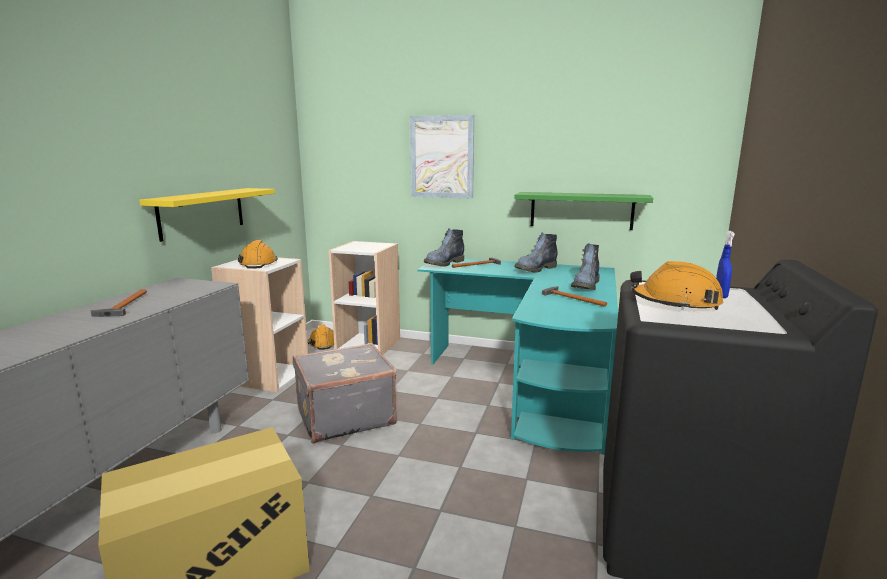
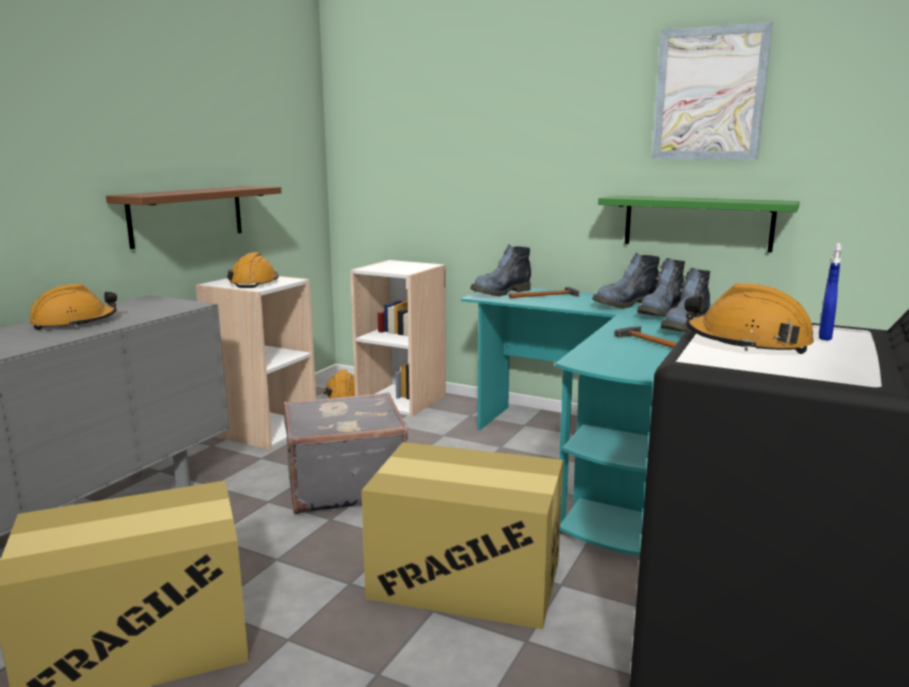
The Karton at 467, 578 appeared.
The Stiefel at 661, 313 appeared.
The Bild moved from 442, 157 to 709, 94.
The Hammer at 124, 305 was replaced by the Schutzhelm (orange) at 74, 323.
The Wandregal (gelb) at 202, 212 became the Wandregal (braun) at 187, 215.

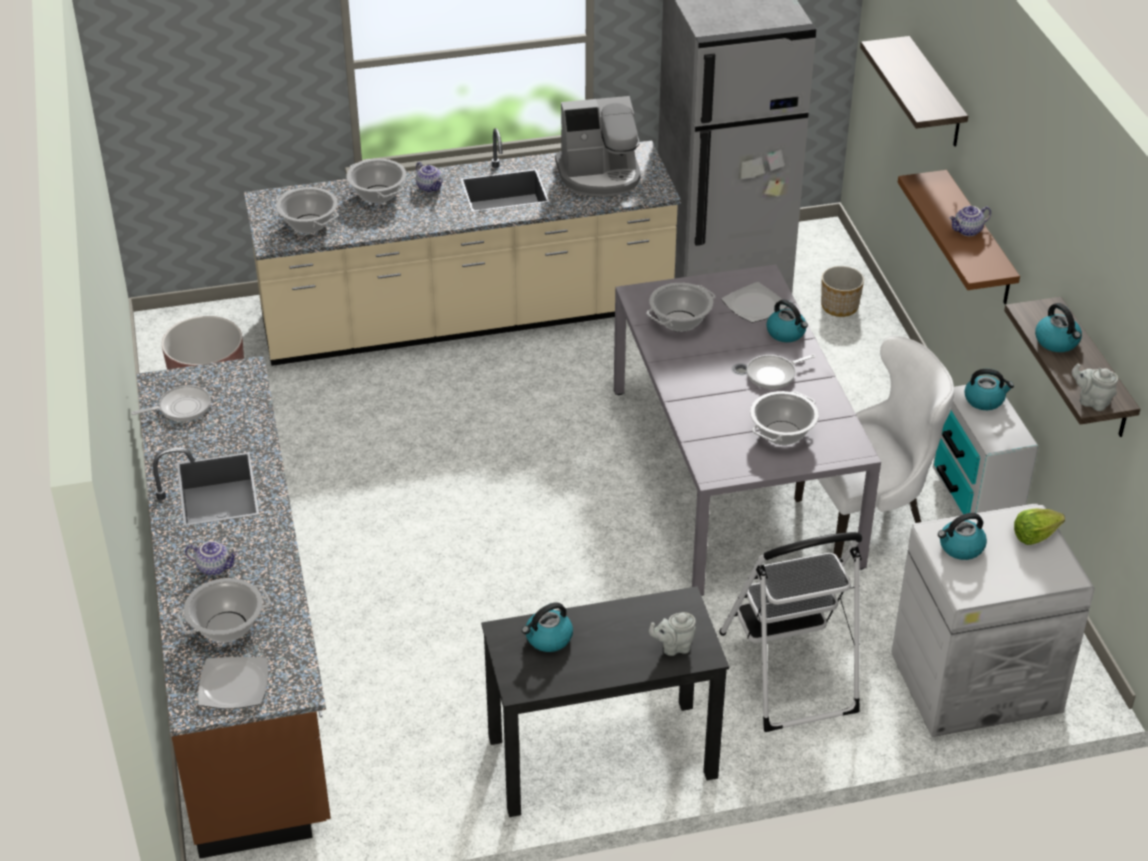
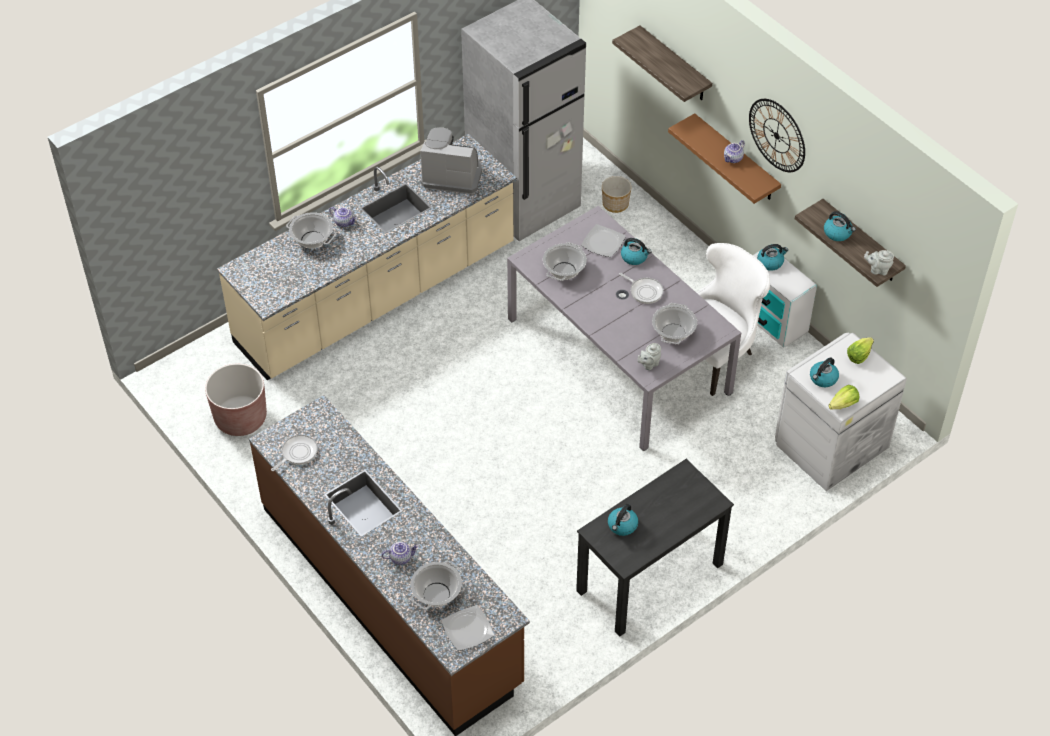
The Kochtopf at 308, 224 disappeared.
The Trittleiter at 788, 675 disappeared.
The Wanduhr at 777, 135 appeared.
The Salatkopf at 843, 404 appeared.
The Teekanne (grau) moved from 673, 647 to 649, 364.
The Kaffeemaschine at 599, 175 turned 135 degrees counterclockwise.
The Pfanne at 774, 374 turned 90 degrees counterclockwise.

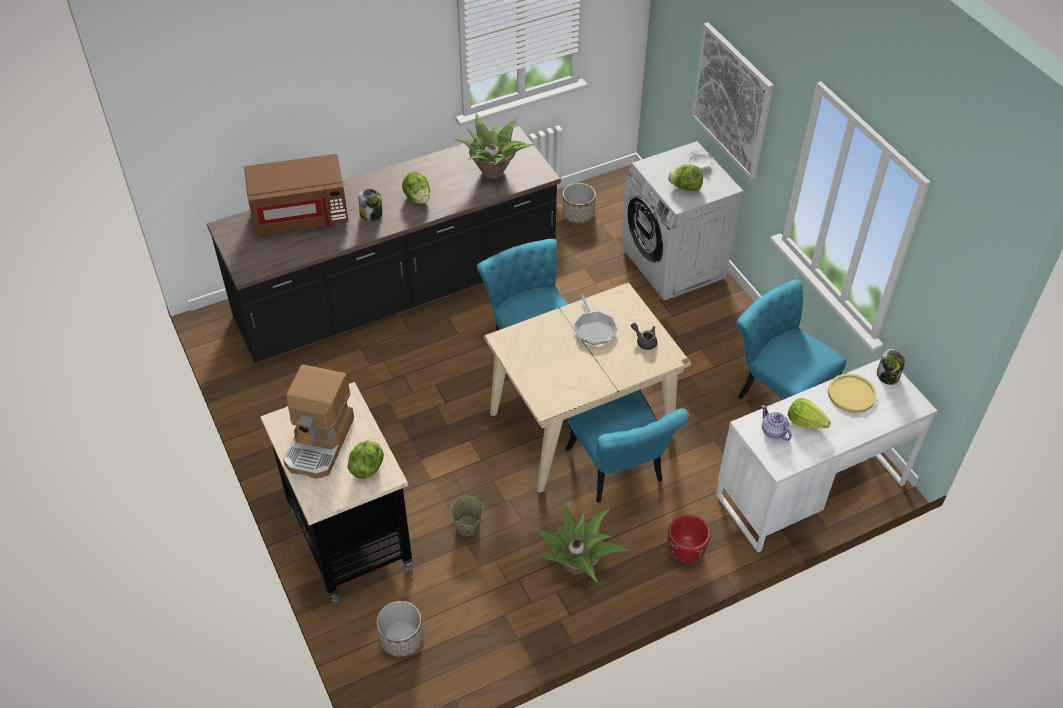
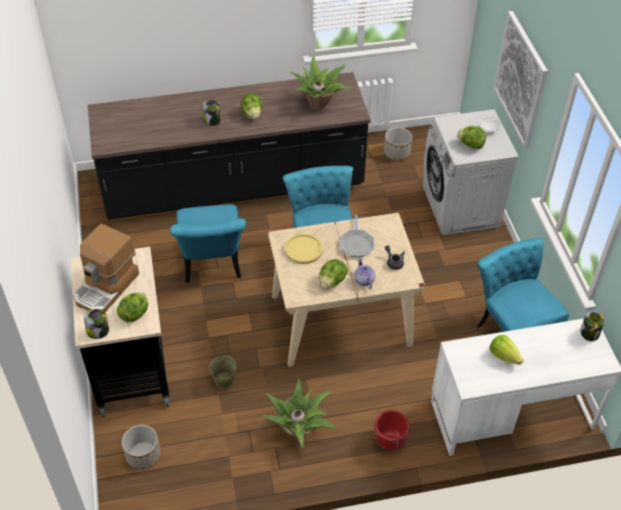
The Mikrowelle (braun) at 301, 215 disappeared.
The Vorratsglas at 98, 331 appeared.
The Salatkopf at 332, 281 appeared.
The Stuhl (türkis) moved from 619, 472 to 212, 266.
The Teekanne moved from 773, 431 to 363, 280.
The Teller (gelb) moved from 851, 394 to 303, 249.

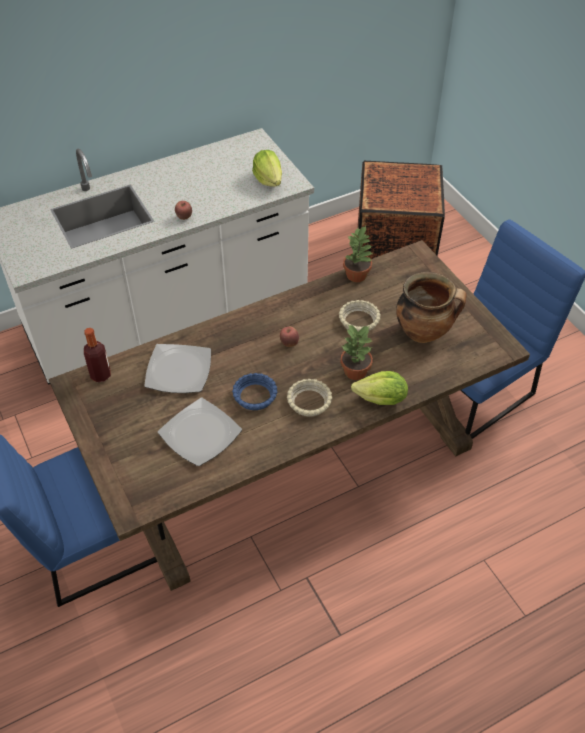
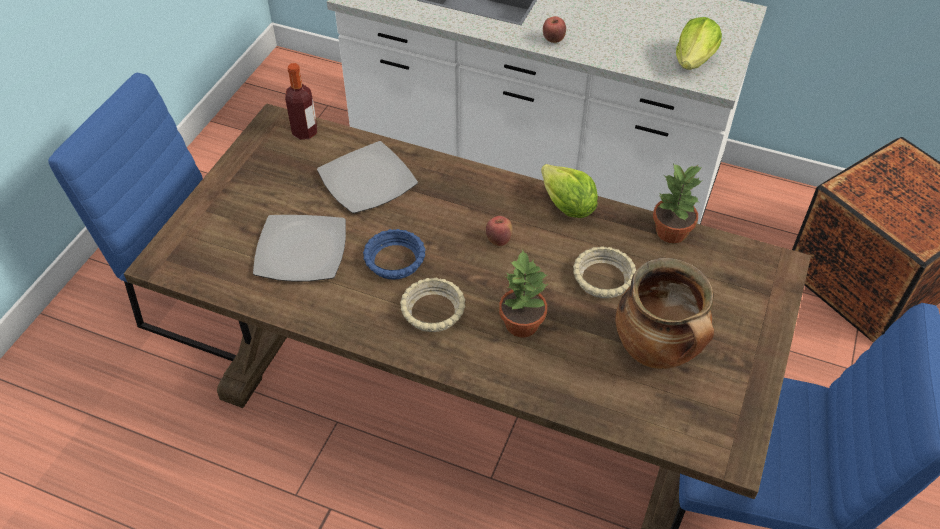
The Salatkopf moved from 381, 400 to 567, 207.

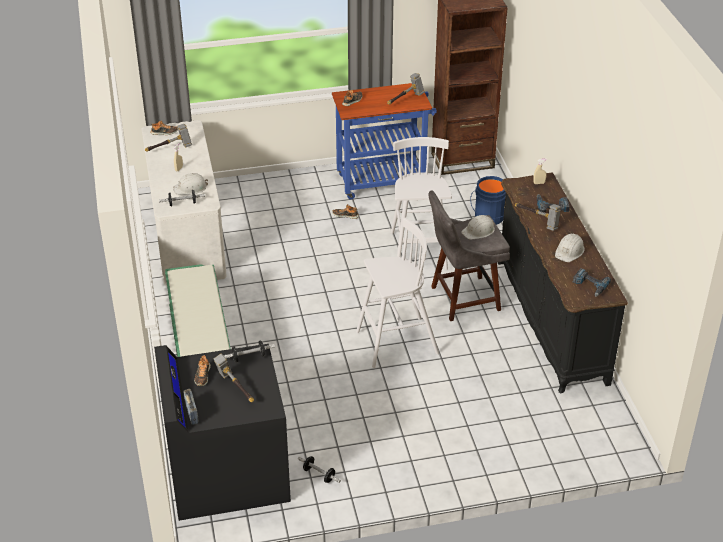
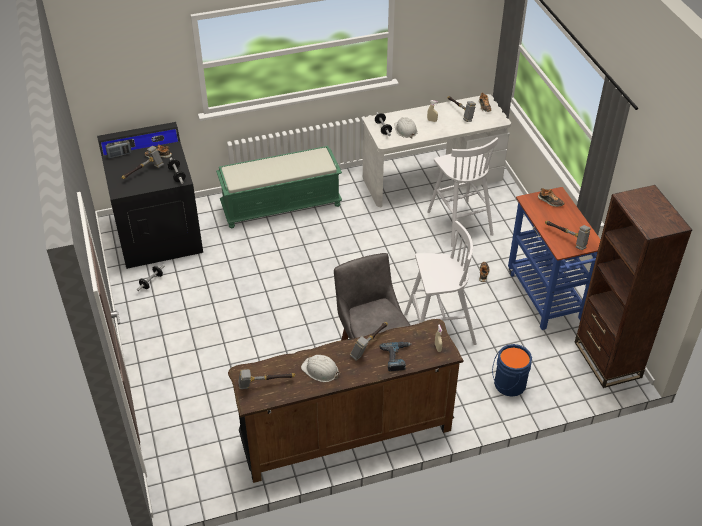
The Schutzhelm (weiß) at 478, 231 disappeared.
The Hocker (weiß) moved from 395, 343 to 459, 222.
The Bohrmaschine at 589, 285 was replaced by the Hammer at 265, 384.

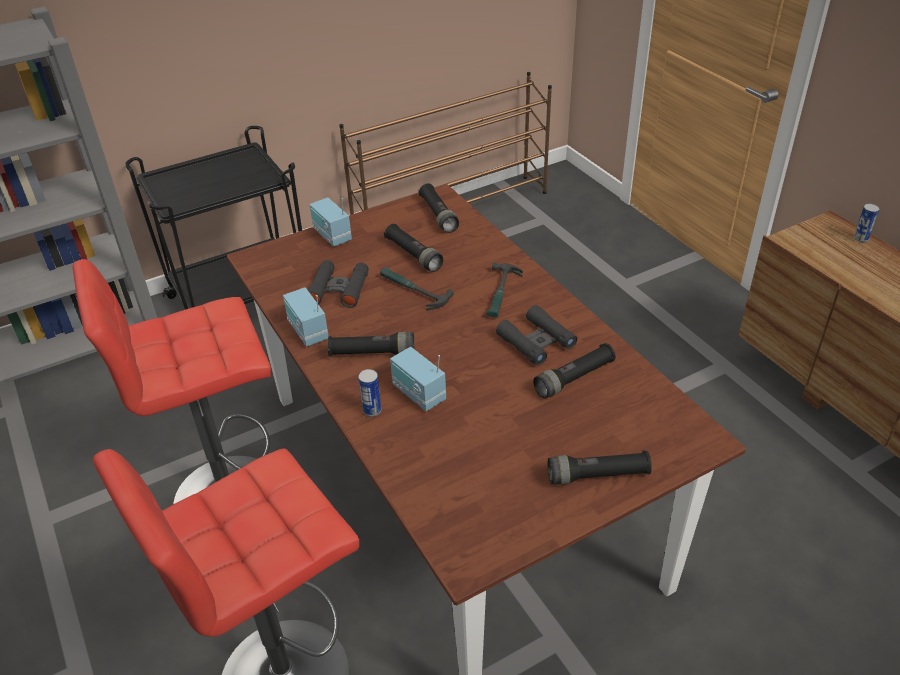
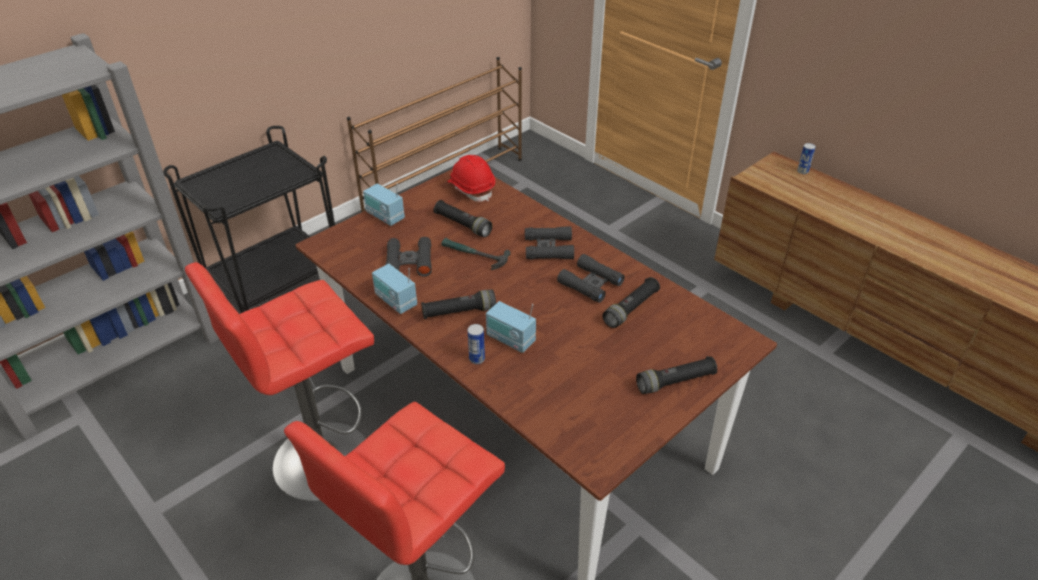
The Taschenlampe (schwarz) at 438, 215 was replaced by the Schutzhelm (rot) at 471, 188.
The Hammer at 501, 293 was replaced by the Fernglas (schwarz) at 548, 248.

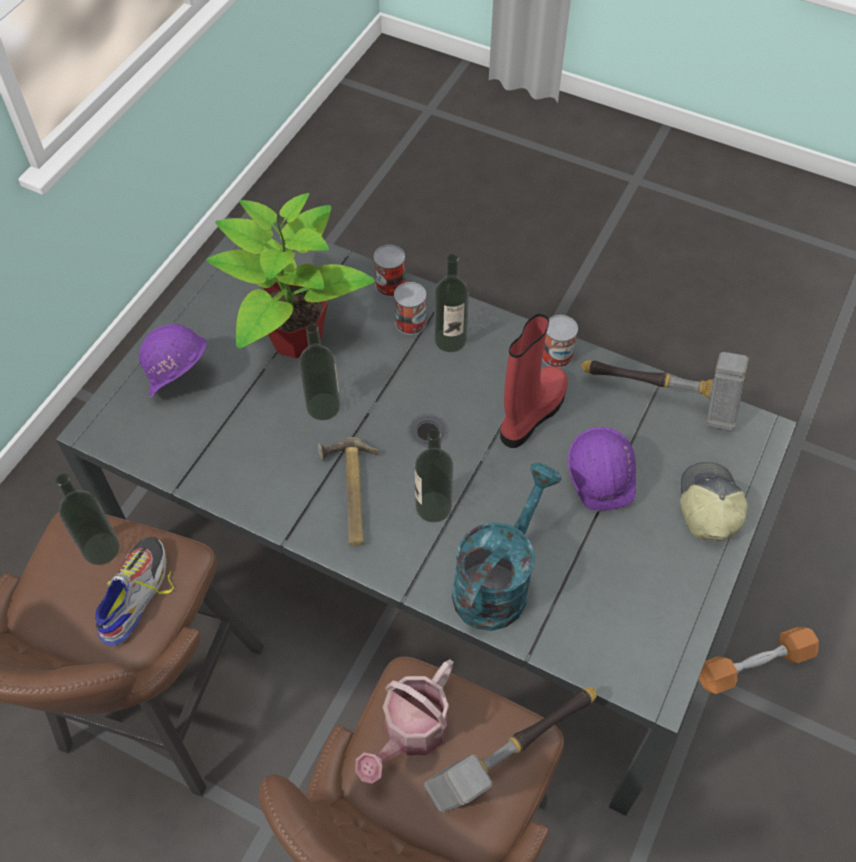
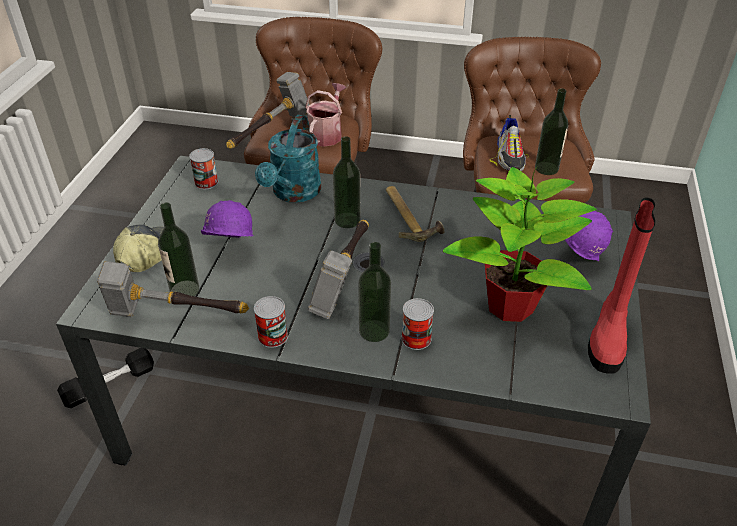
The Hammer at 344, 279 appeared.
The Flasche moved from 323, 406 to 184, 290.
The Dose moved from 390, 285 to 206, 182.
The Stiefel (rot) moved from 531, 414 to 608, 336.
The Hantel (orange) at 754, 665 became the Hantel (schwarz) at 110, 384.
The Kappe at 707, 506 turned 150 degrees counterclockwise.

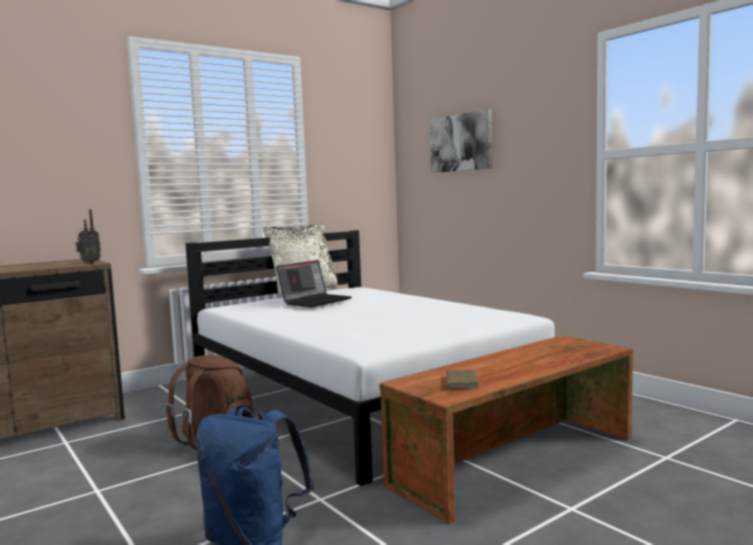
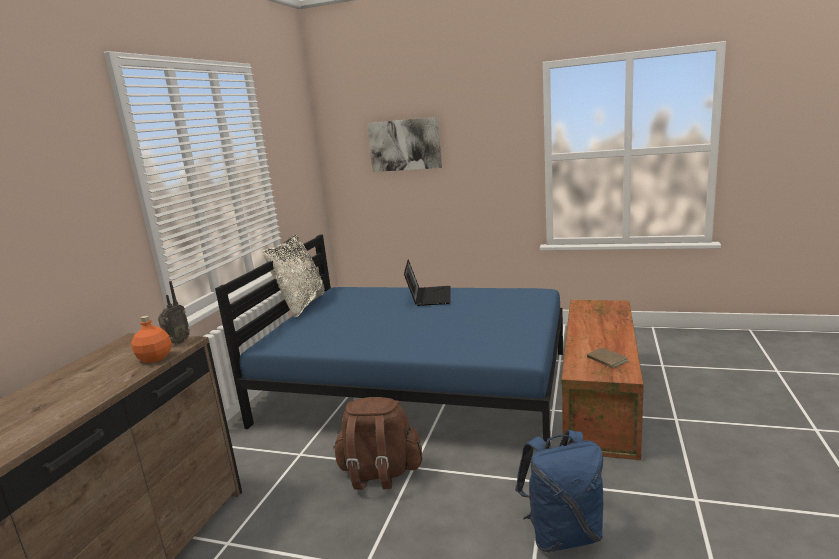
The Flasche (orange) at 155, 358 appeared.
The Laptop moved from 316, 301 to 429, 296.
The Bett (weiß) at 361, 396 became the Bett (blau) at 417, 386.

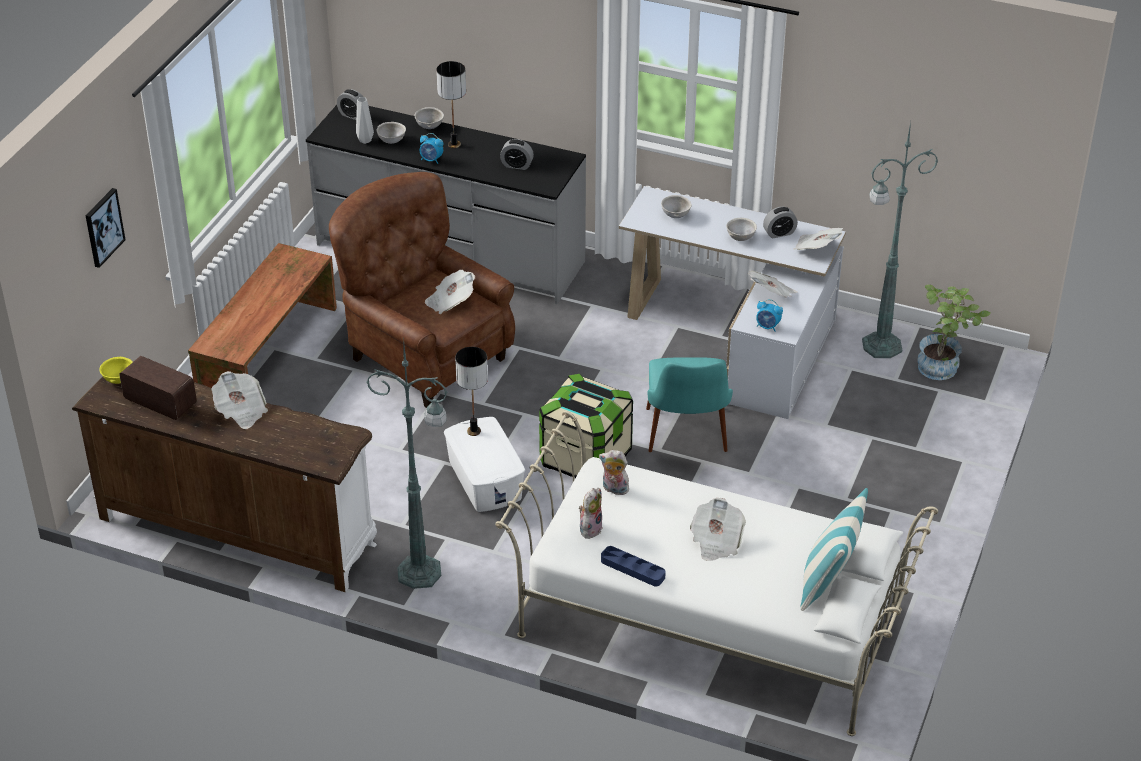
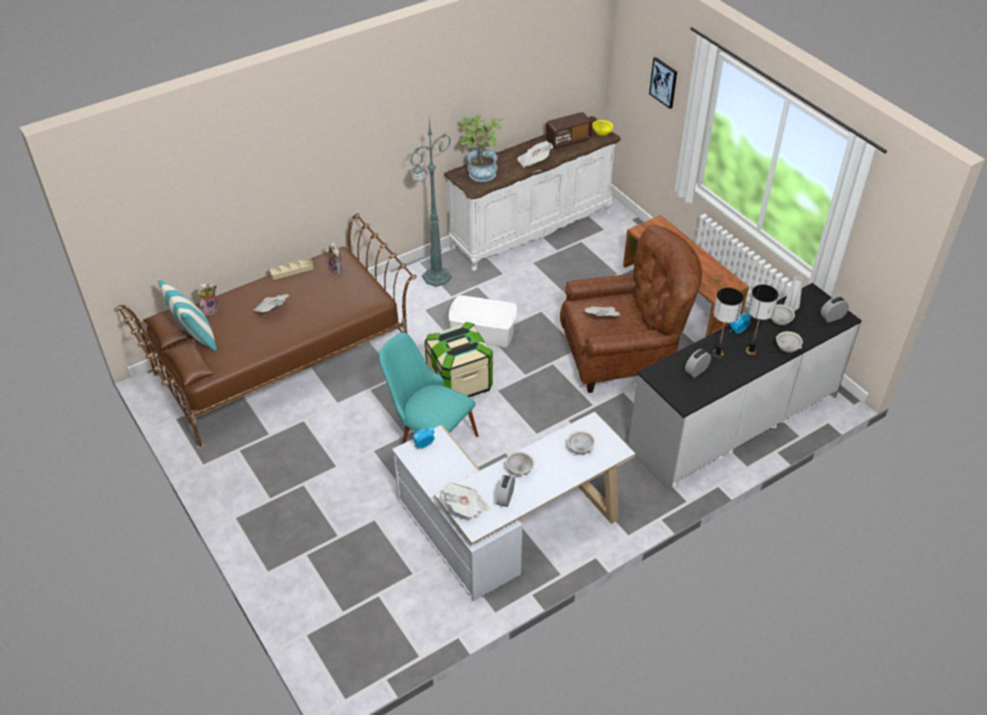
The Zeitung at 772, 295 disappeared.
The Stehlampe (grün) at 879, 346 disappeared.
The Tischlampe moved from 474, 431 to 717, 354.
The Plüschtier moved from 614, 489 to 210, 309.
The Topfpflanze moved from 943, 366 to 480, 176.
The Bett (weiß) at 710, 622 became the Bett (braun) at 283, 364.
The Tablett (blau) at 632, 569 became the Tablett (beige) at 292, 270.

